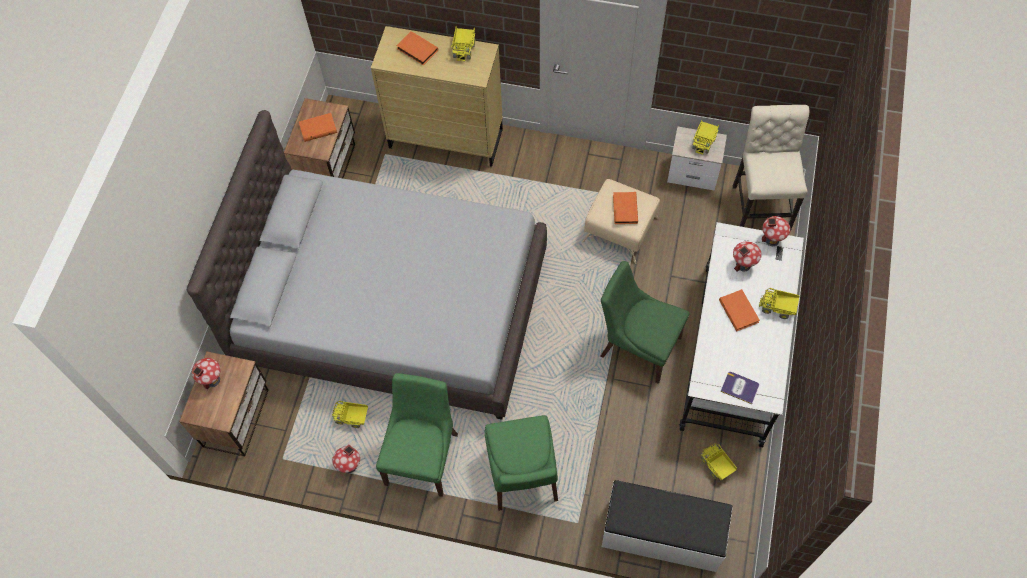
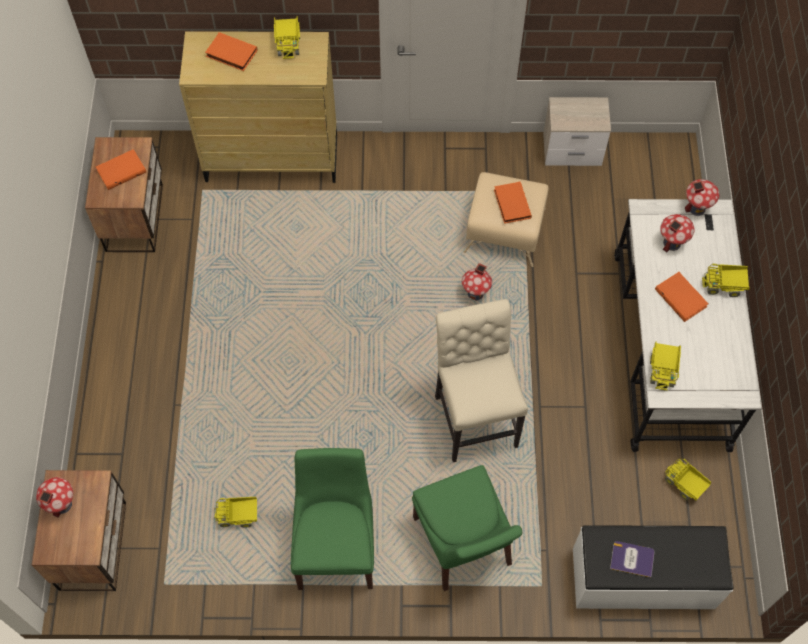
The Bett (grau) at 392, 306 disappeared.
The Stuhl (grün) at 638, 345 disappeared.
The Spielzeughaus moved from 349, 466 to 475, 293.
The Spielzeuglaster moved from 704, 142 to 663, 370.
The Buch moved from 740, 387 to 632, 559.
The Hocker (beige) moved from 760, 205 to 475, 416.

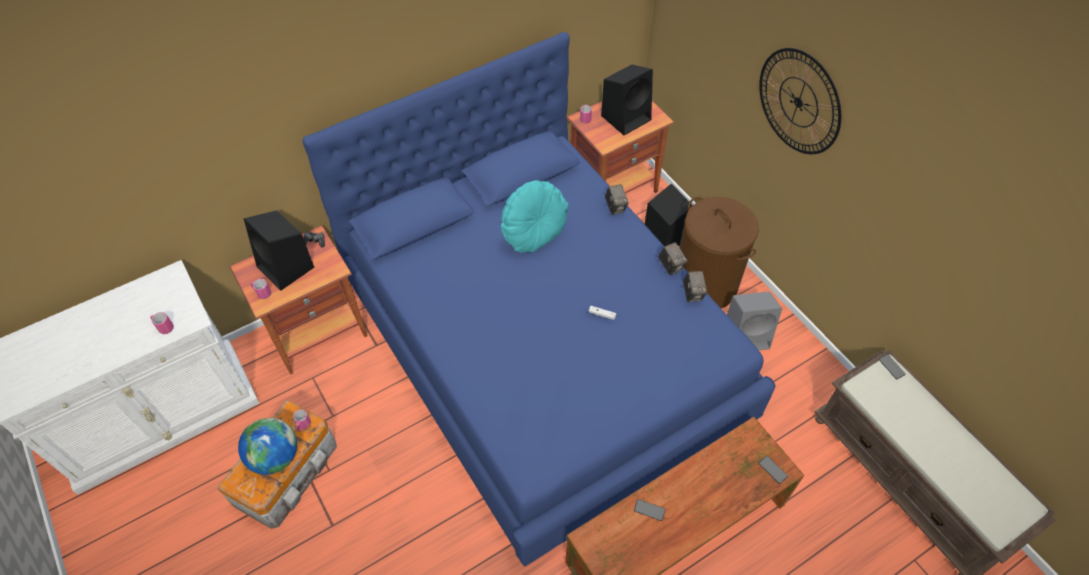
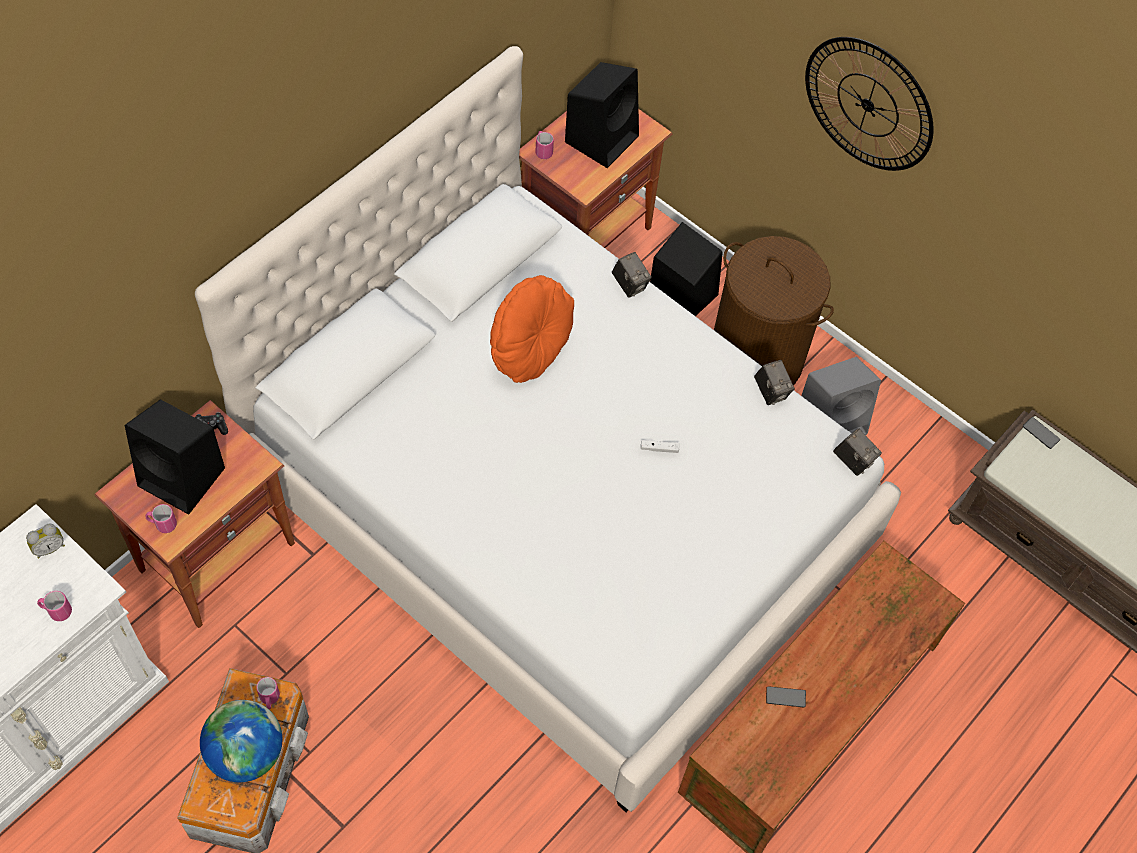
The Handy at 772, 470 disappeared.
The Wecker at 49, 547 appeared.
The Kamera moved from 671, 266 to 853, 461.
The Bett (blau) at 544, 351 became the Bett (weiß) at 560, 507.
The Kissen (türkis) at 534, 237 became the Kissen (orange) at 531, 354.

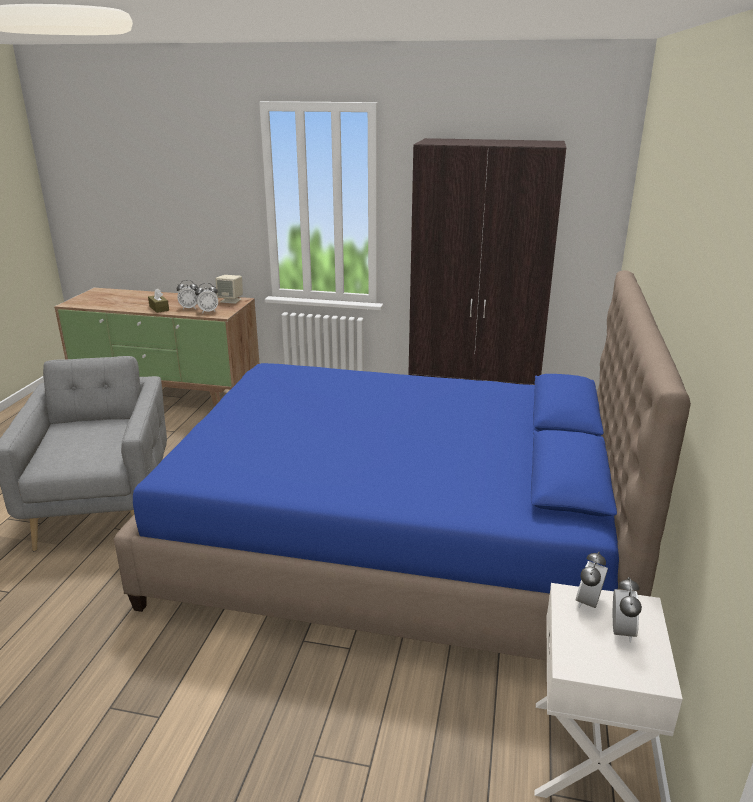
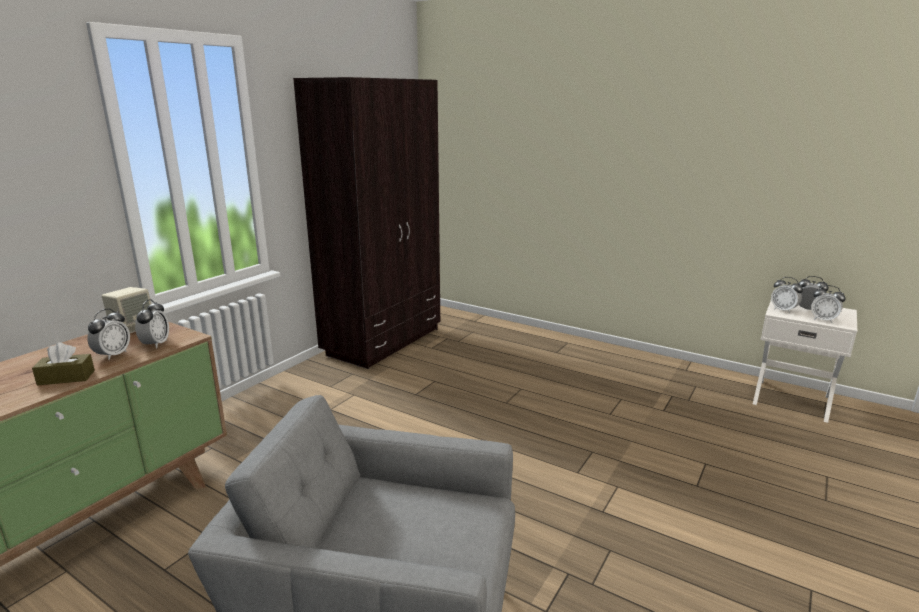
The Bett (blau) at 396, 543 disappeared.
The Wecker at 823, 320 appeared.

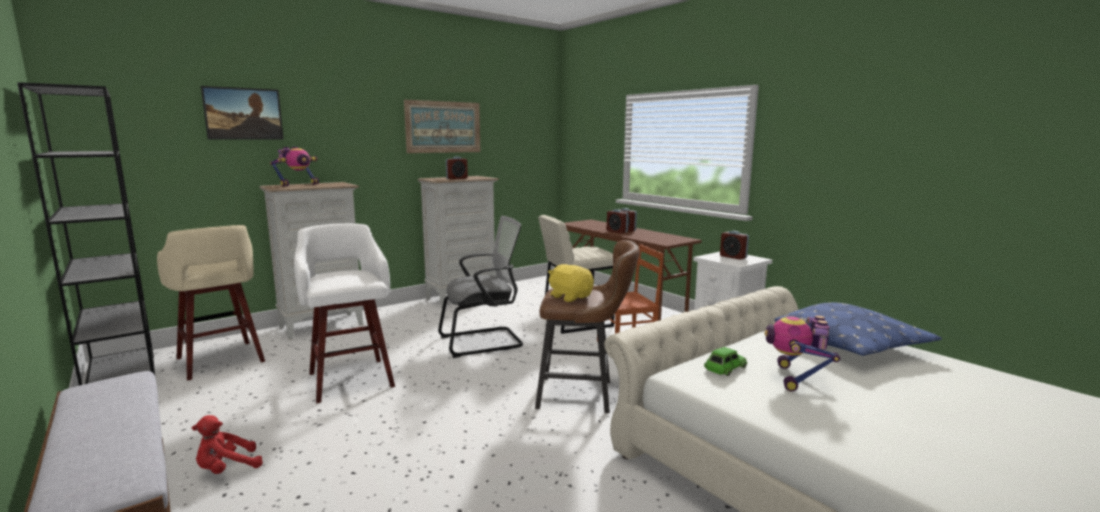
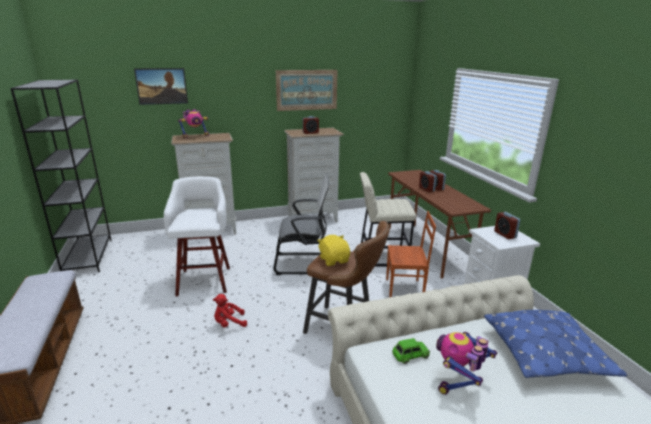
The Hocker (beige) at 221, 361 disappeared.
The Plüschtier (rot) moved from 227, 469 to 229, 323.

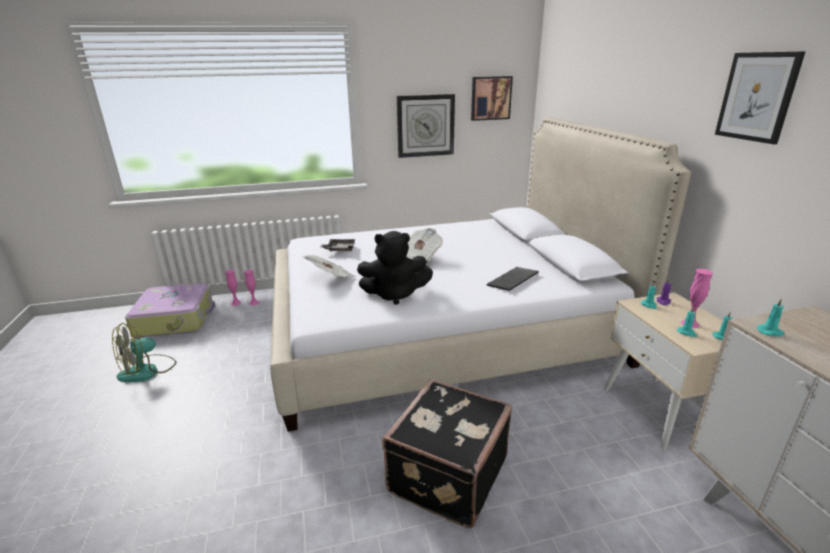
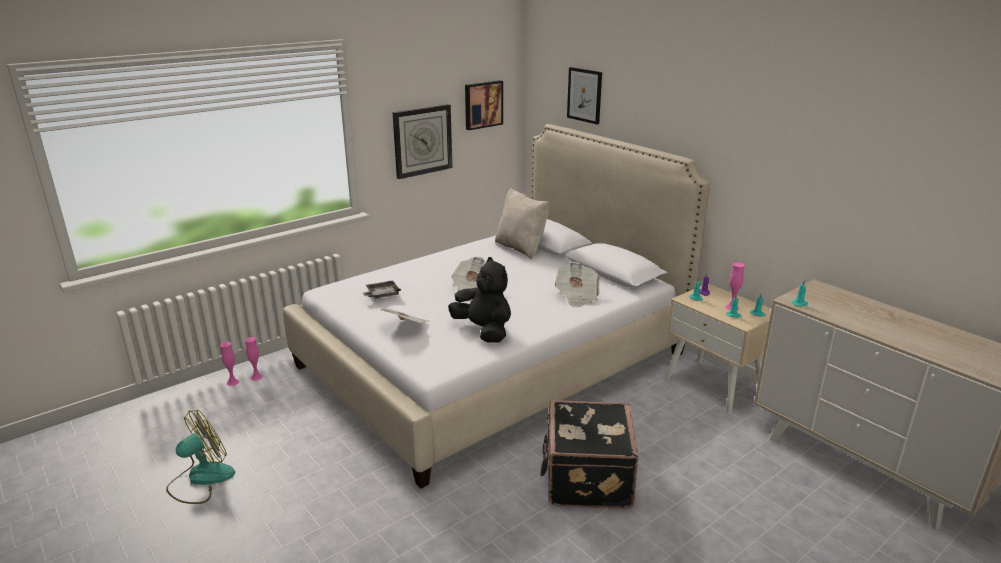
The Koffer at 176, 319 disappeared.
The Kissen (beige) at 521, 248 appeared.
The Bild moved from 757, 97 to 584, 95.
The Tastatur at 513, 280 was replaced by the Zeitung at 577, 296.
The Ventilator at 147, 371 turned 150 degrees counterclockwise.
The Plüschtier (schwarz) at 394, 294 turned 105 degrees counterclockwise.

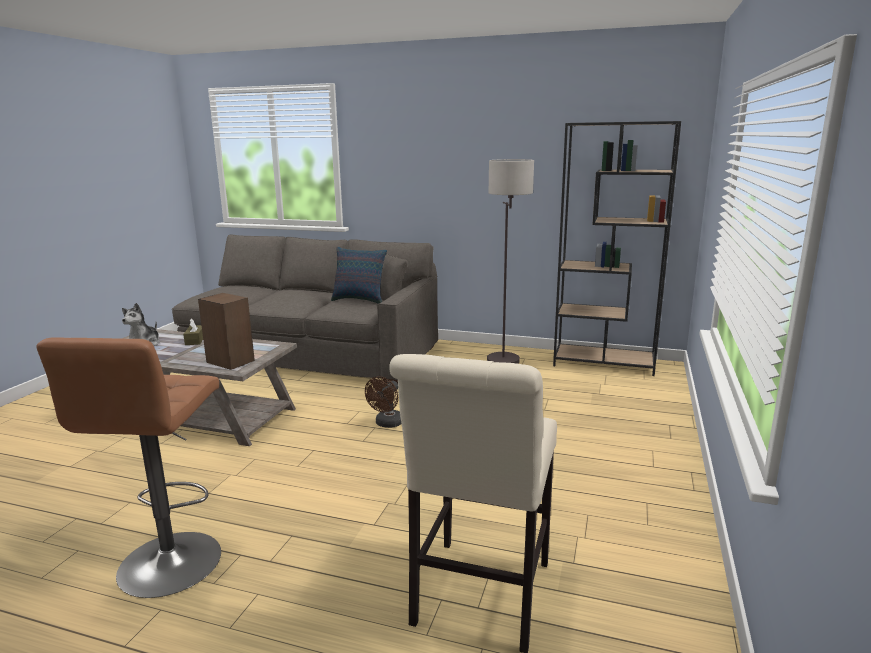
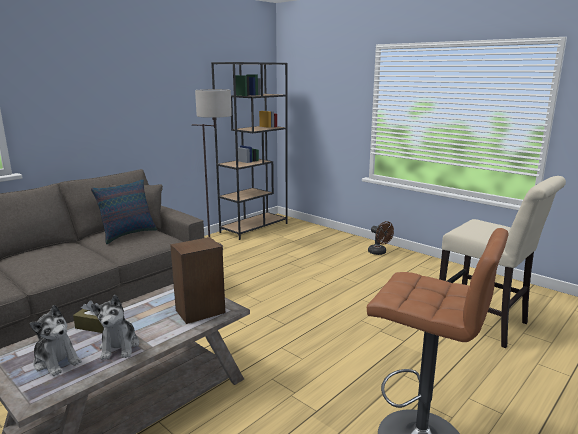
The Plüschtier at 119, 347 appeared.
The Ventilator (braun) moved from 387, 424 to 379, 253.

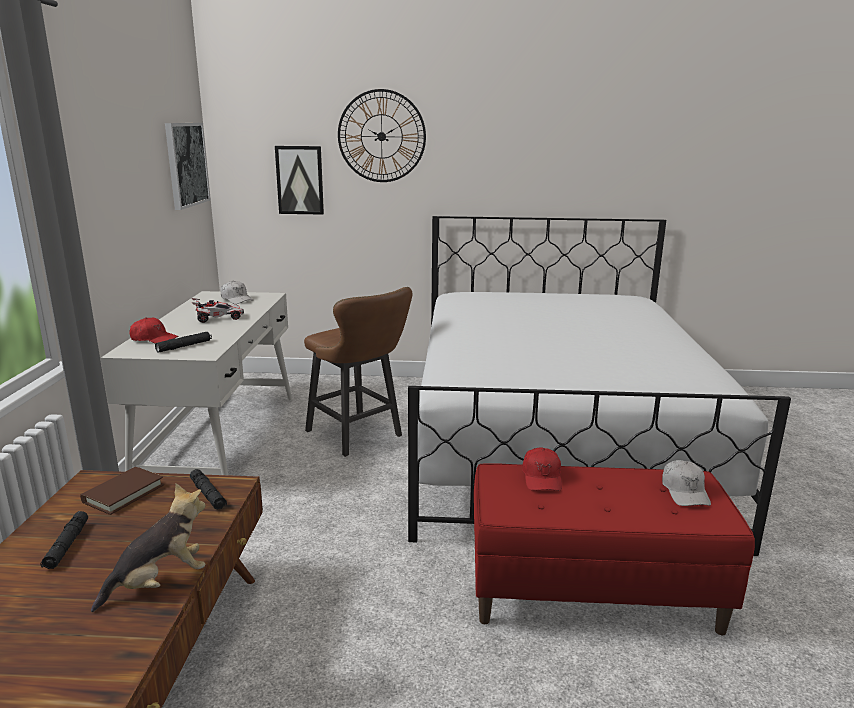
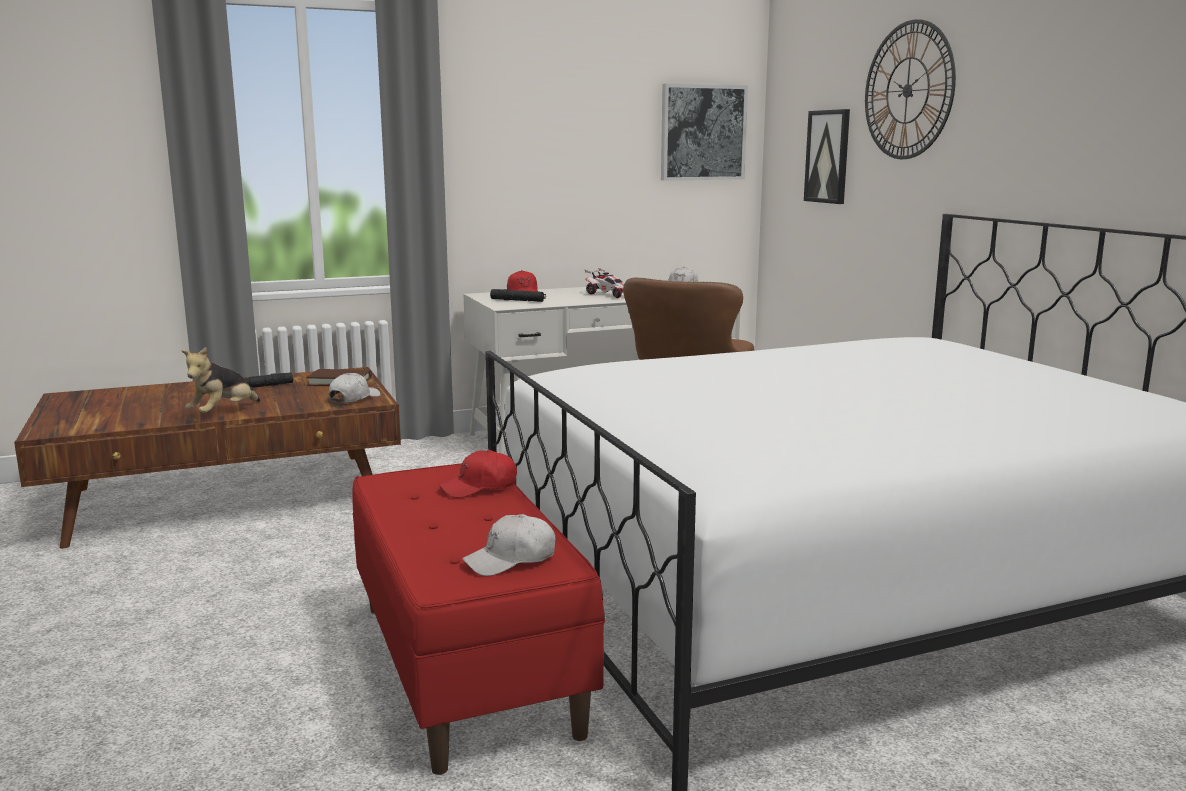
The Taschenlampe (schwarz) at 208, 494 was replaced by the Kappe (weiß) at 354, 398.
The Plüschtier at 160, 582 turned 90 degrees clockwise.

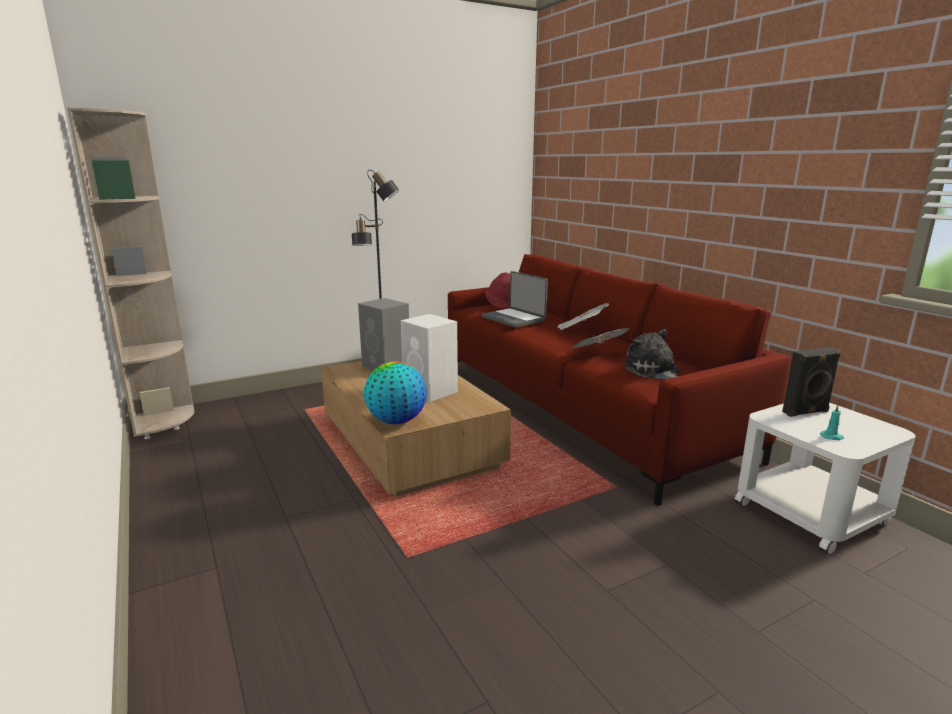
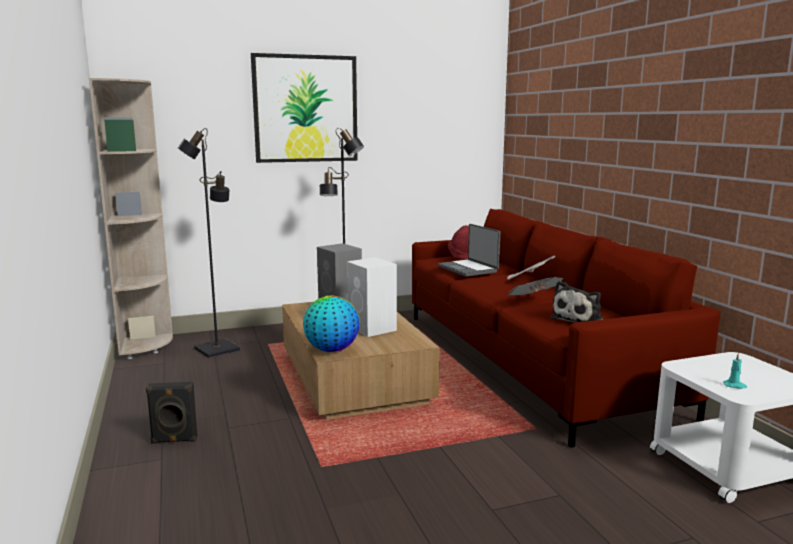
The Stehlampe (schwarz) at 217, 349 appeared.
The Bild at 305, 109 appeared.
The Lautsprecher (schwarz) moved from 806, 412 to 174, 440.
The Plüschtier at 653, 371 turned 120 degrees counterclockwise.

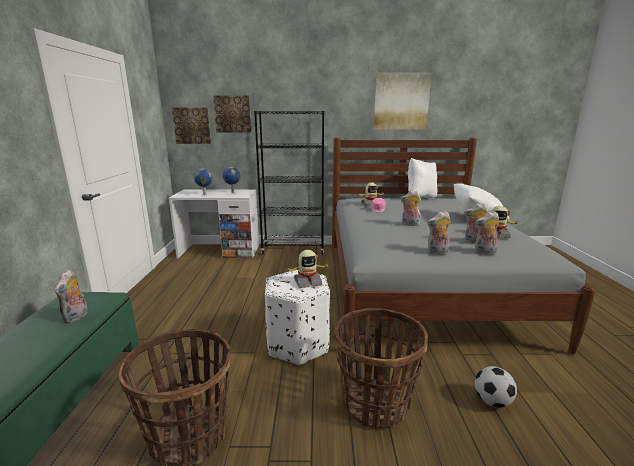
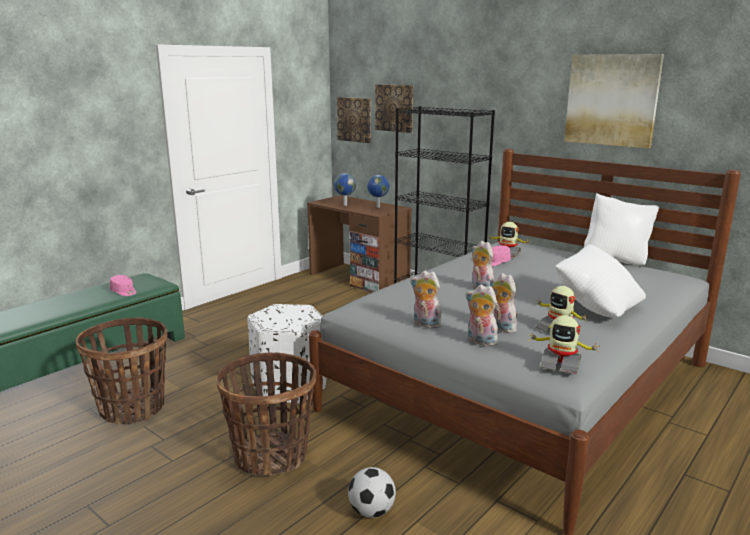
The Spielzeugroboter moved from 307, 282 to 560, 364.
The Plüschtier at 76, 317 was replaced by the Kappe (rosa) at 124, 292.
The Schreibtisch (weiß) at 220, 251 became the Schreibtisch (braun) at 359, 278.

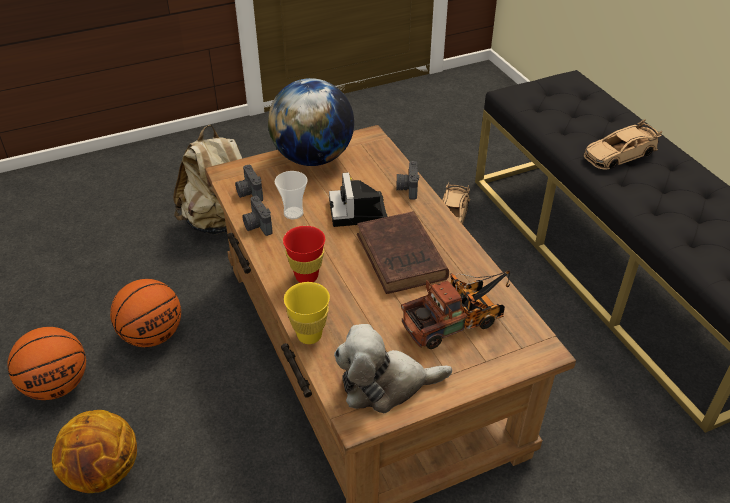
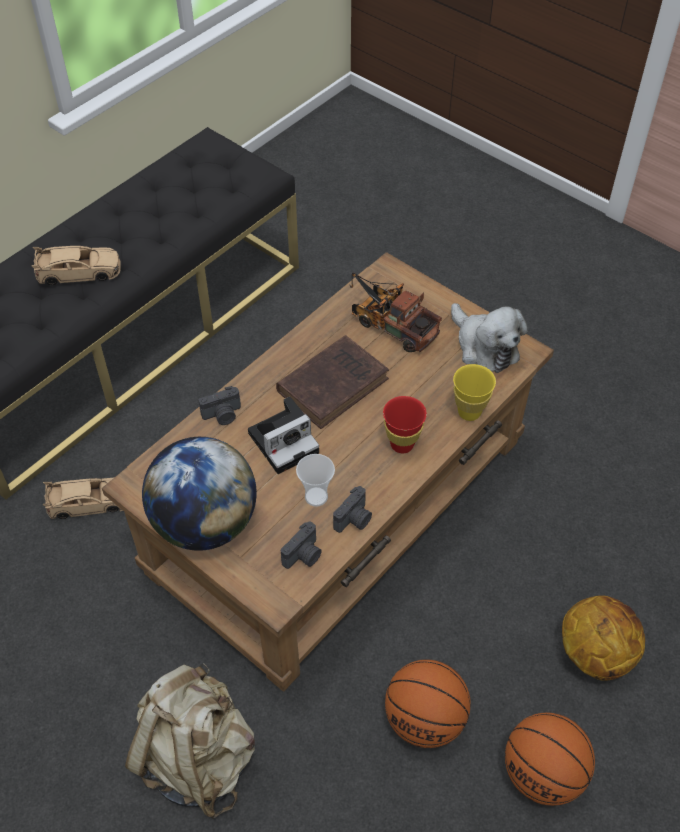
The Spielzeugauto (beige) at 619, 154 turned 45 degrees counterclockwise.

